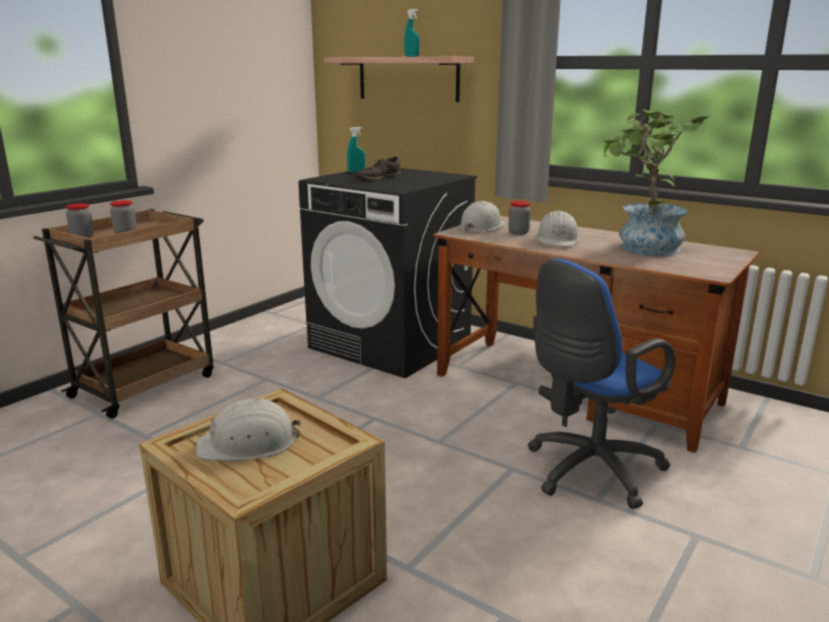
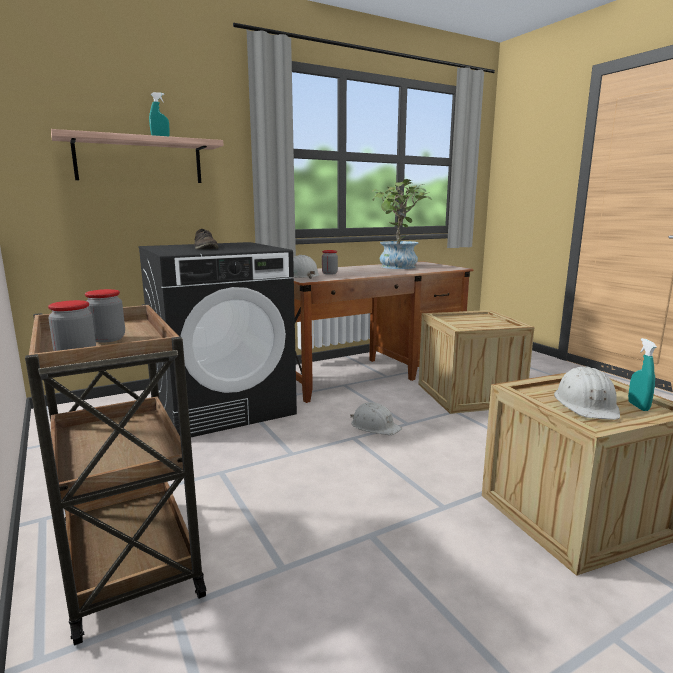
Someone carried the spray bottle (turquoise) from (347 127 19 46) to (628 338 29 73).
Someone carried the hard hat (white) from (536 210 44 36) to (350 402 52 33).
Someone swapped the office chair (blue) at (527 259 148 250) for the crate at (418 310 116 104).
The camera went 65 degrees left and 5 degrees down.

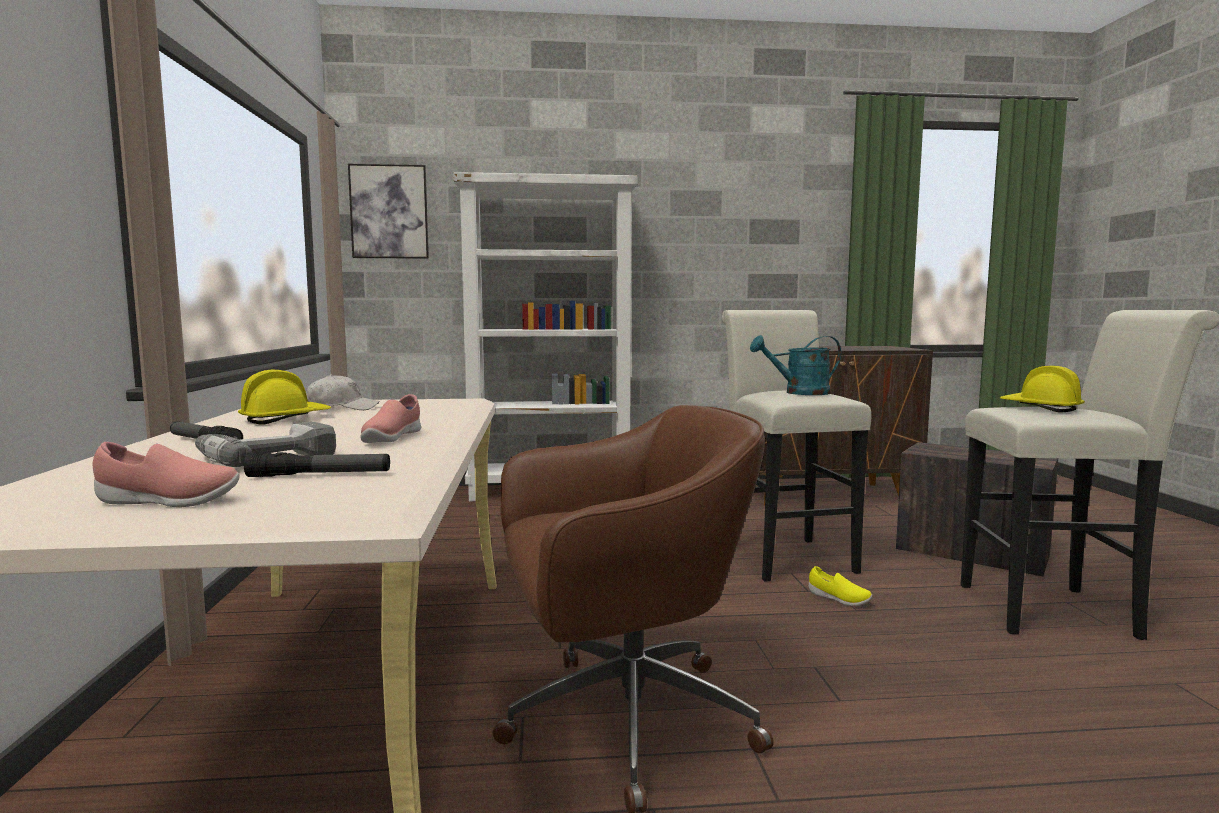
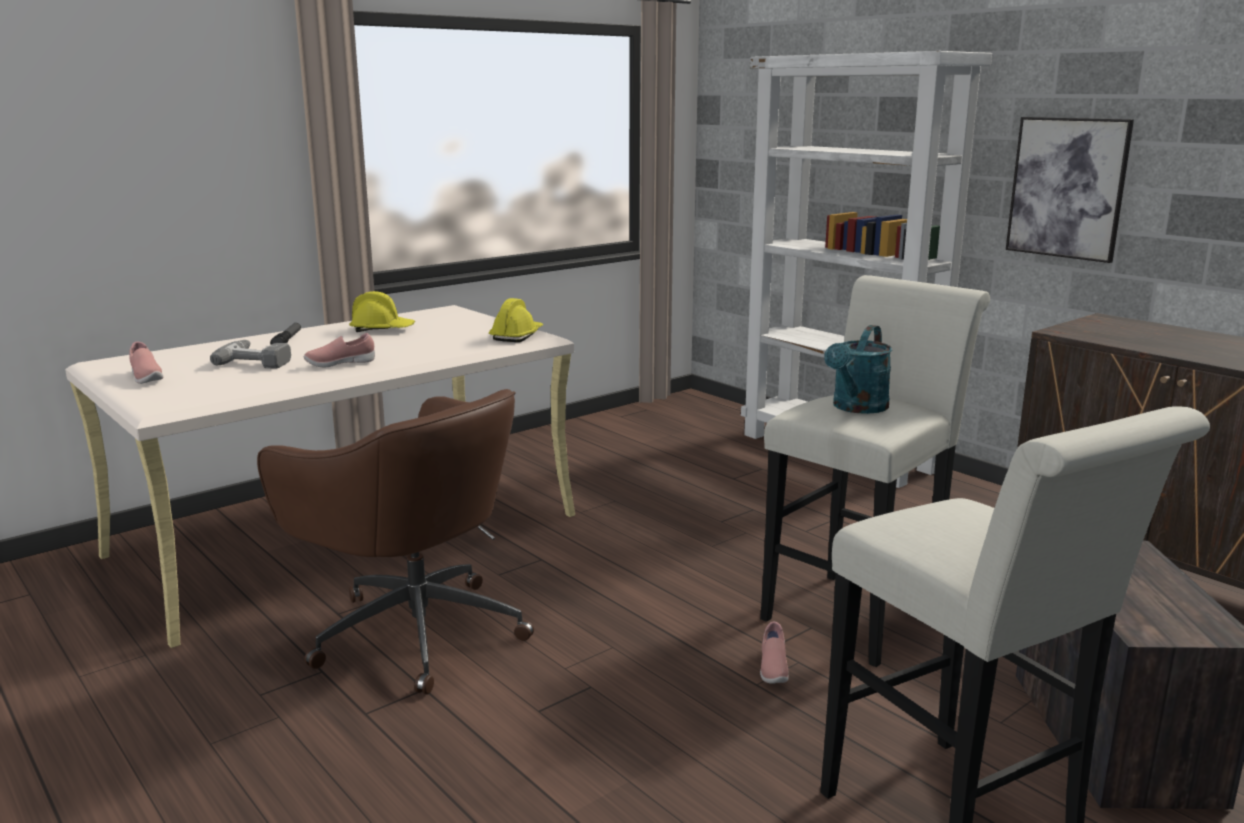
Someone took away the flashlight at (244 452 146 25).
Someone took away the cap (white) at (306 374 74 36).
Someone carried the picture from (348 164 81 95) to (1006 117 128 146).
Someone carried the hard hat (yellow) from (1000 366 85 46) to (489 298 54 44).
Someone repainted the shoe (yellow) at (809 566 63 40), which became the shoe (pink) at (760 622 29 62).
Someone rotated the watering can (turquoise) at (750 335 91 60) by 105 degrees counterclockwise.
The camera went 55 degrees right and 10 degrees up.

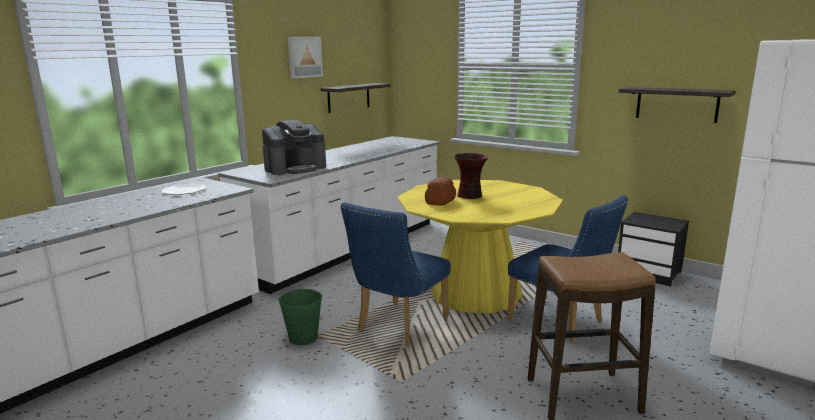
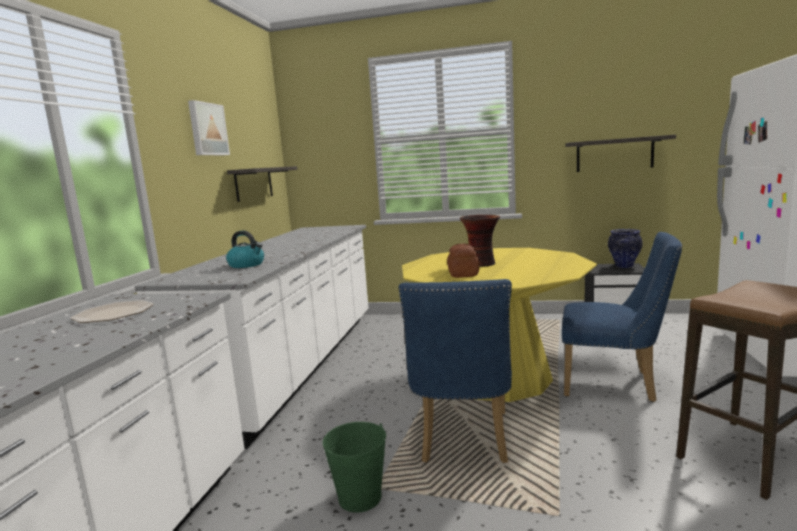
Someone put down the vase at (608 229 34 39).
Someone swapped the coffee machine at (262 120 64 55) for the kettle at (226 230 38 38).
The camera went 25 degrees left and 5 degrees down.

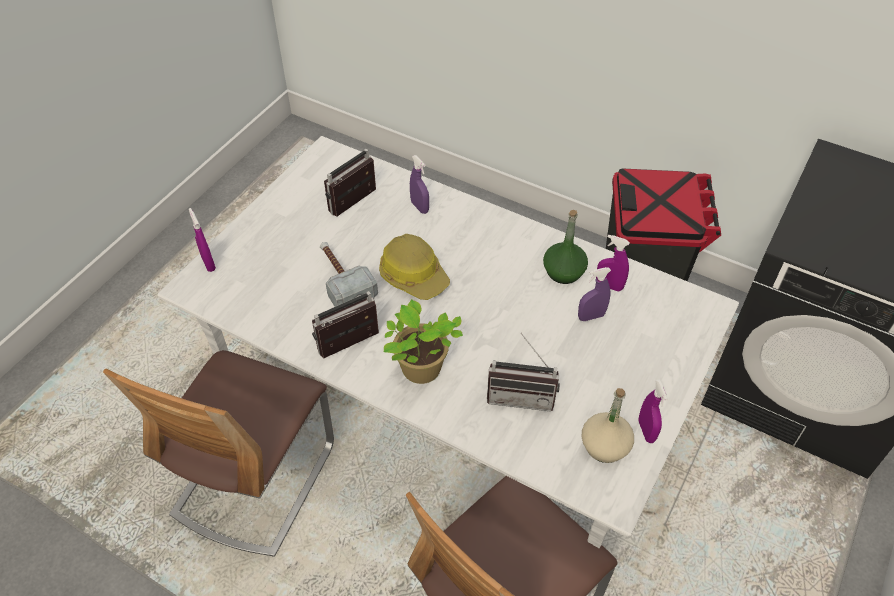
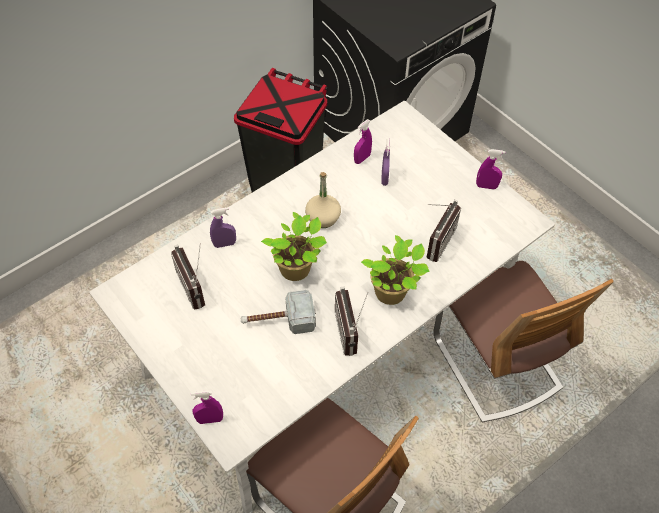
Someone took away the bottle (green) at (543 210 45 74).
Someone carried the bottle (beige) from (581 388 53 75) to (305 172 36 56).
Someone swapped the hard hat at (379 234 71 66) for the potted plant at (261 212 66 69).
The camera went 70 degrees left and 5 degrees up.

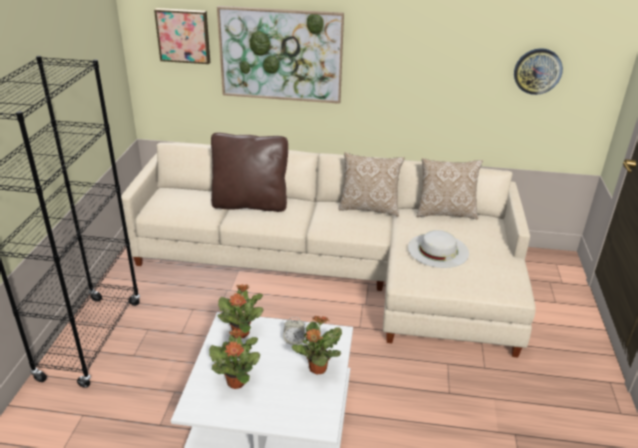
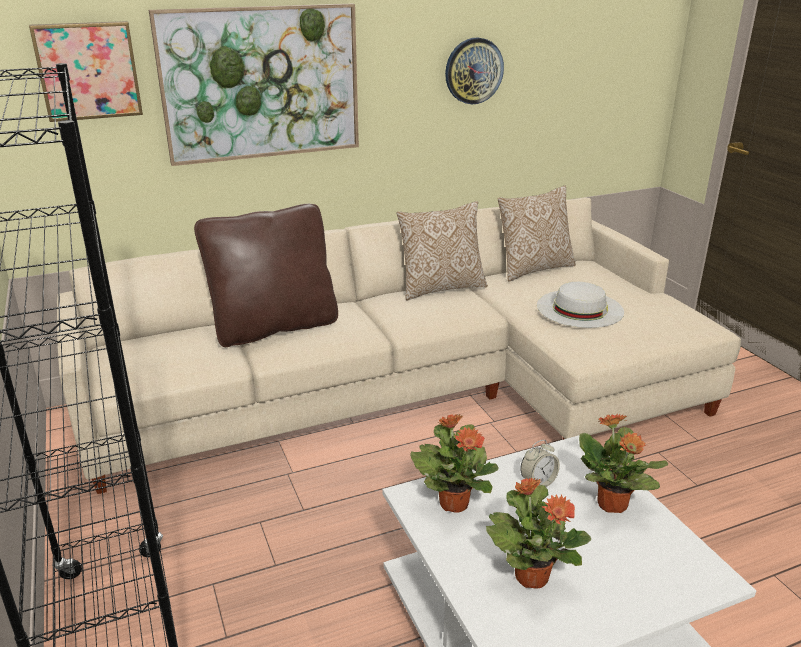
Someone carried the wall clock from (514 48 49 47) to (445 38 59 66).
The camera went 30 degrees left and 5 degrees down.

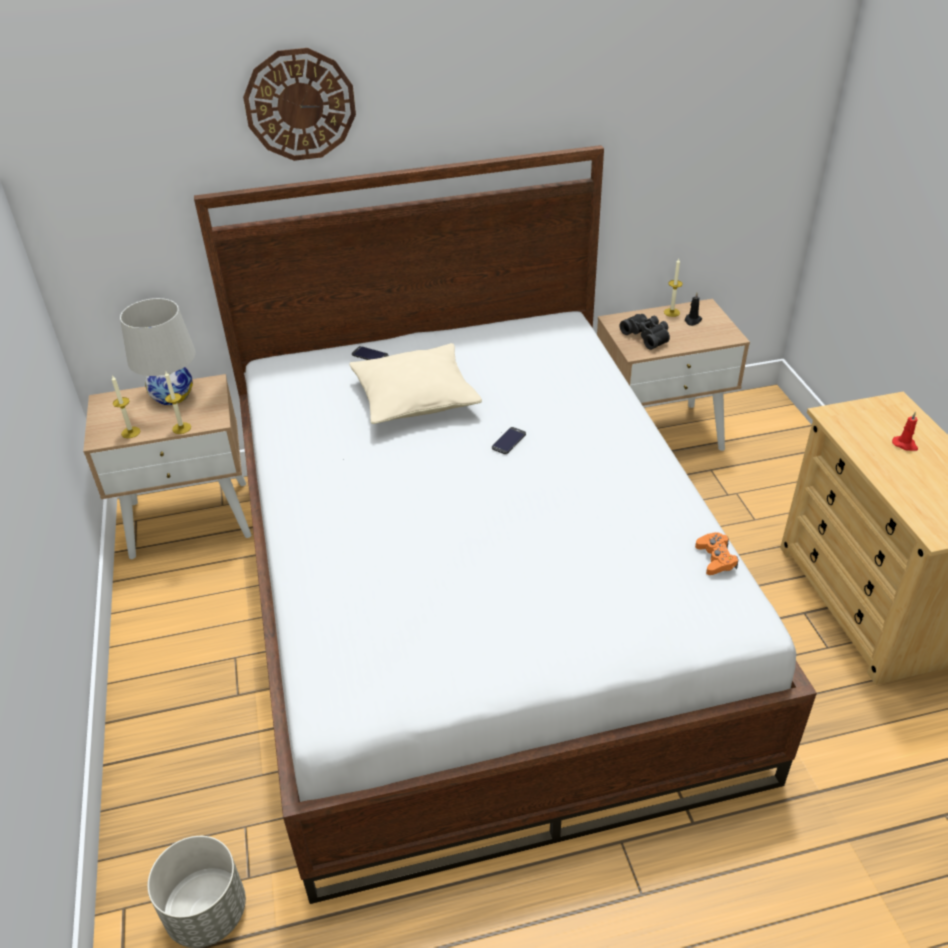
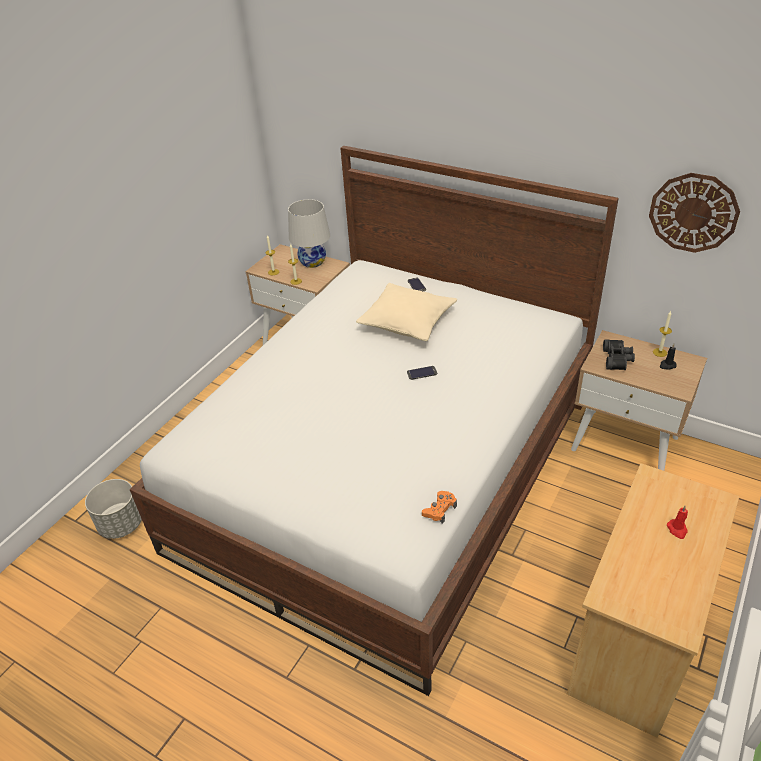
Someone carried the wall clock from (243 48 113 113) to (649 173 91 80).
The camera went 45 degrees right and 0 degrees up.

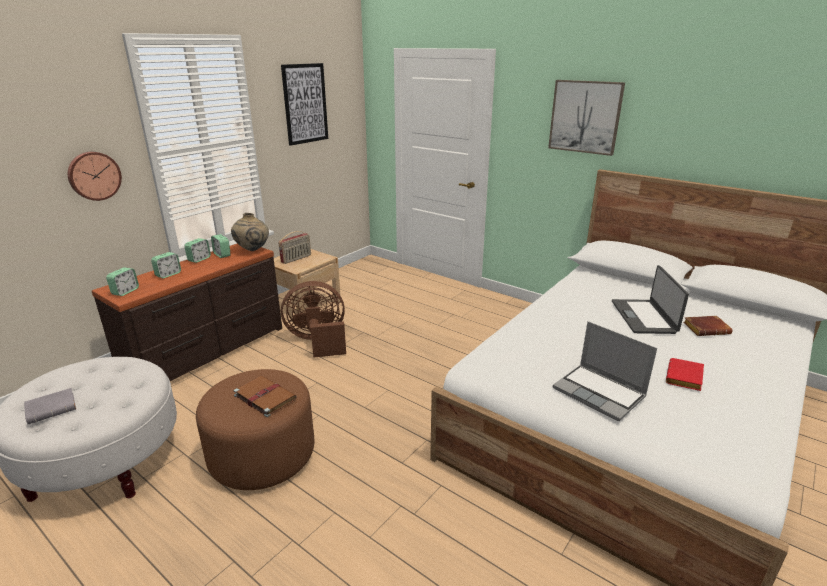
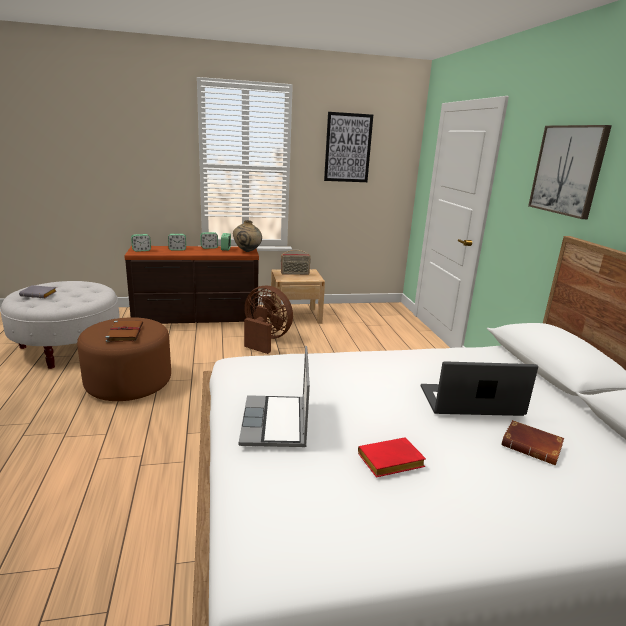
Someone took away the wall clock at (68 152 54 49).
Someone rotated the laptop at (612 265 77 69) by 45 degrees clockwise.
The camera went 40 degrees right and 5 degrees down.

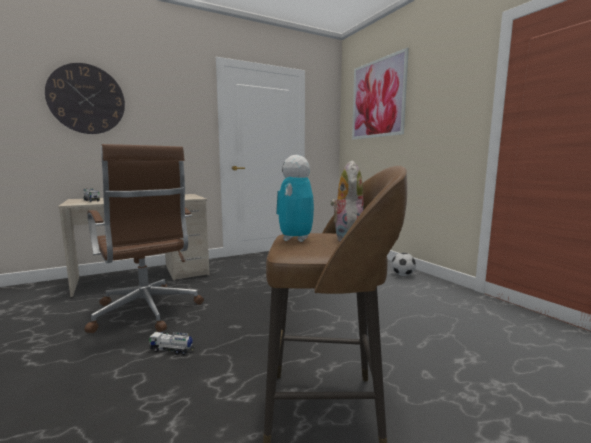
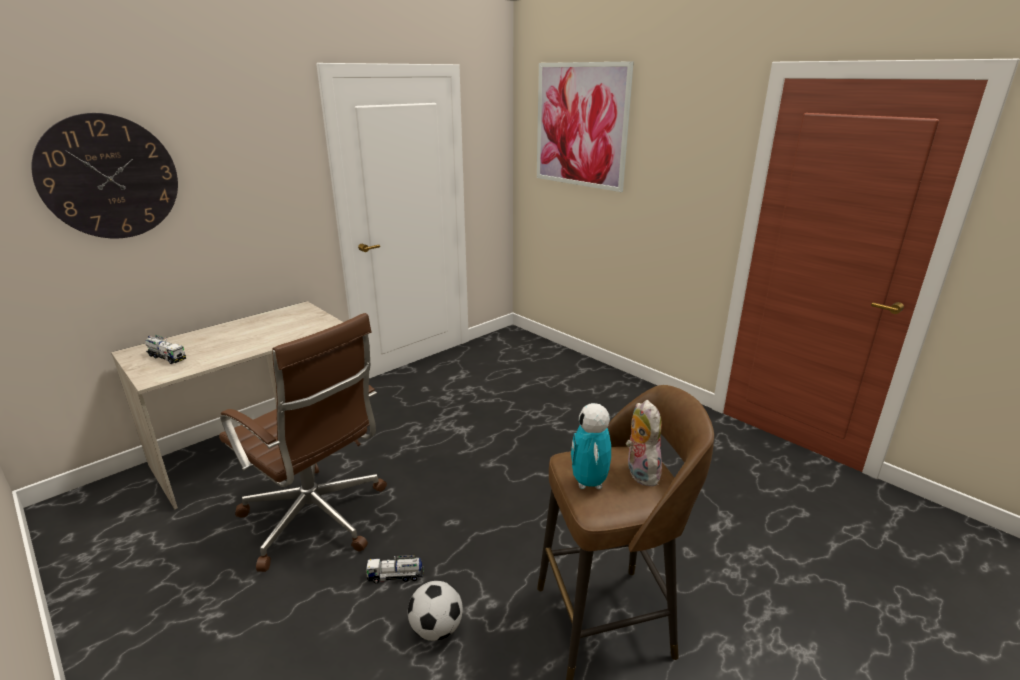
Someone carried the football from (392 253 24 23) to (408 581 55 60).
The camera went 15 degrees left and 15 degrees up.

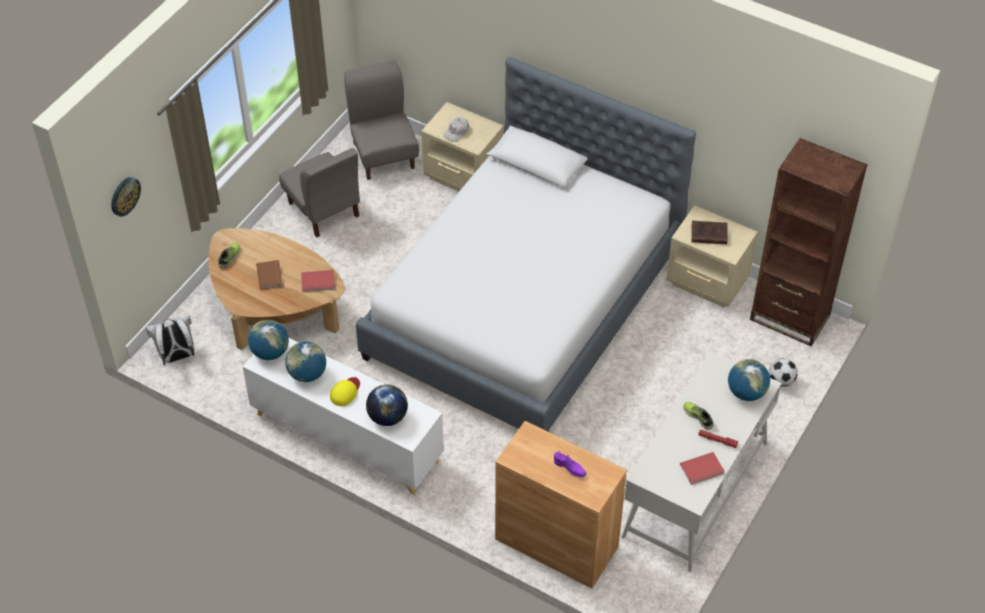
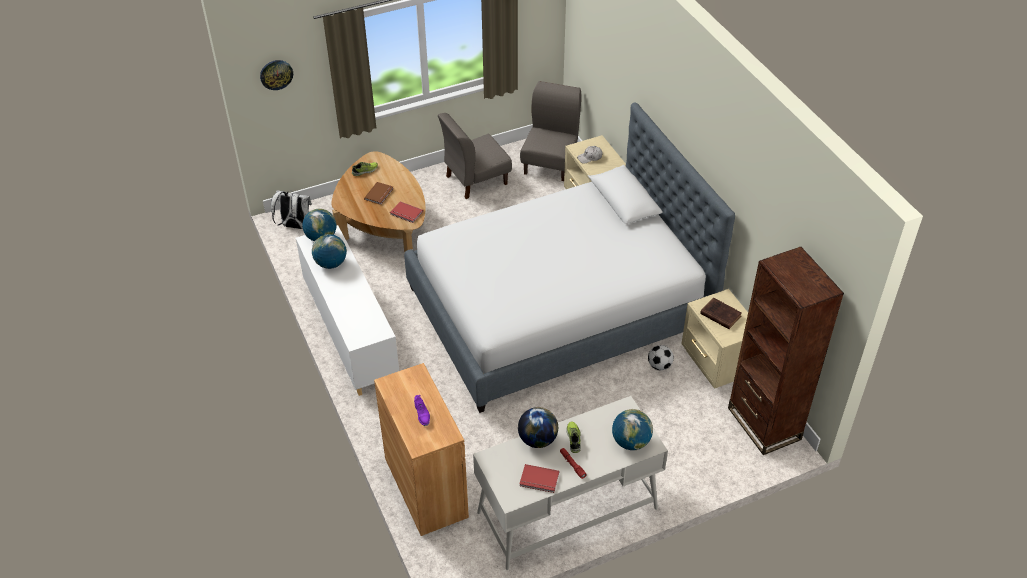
Someone took away the cap (yellow) at (330 377 30 29).
Someone carried the globe from (366 384 42 42) to (518 407 40 41).
Someone carried the football from (769 358 29 29) to (648 345 26 25).
Someone rotated the chair (grey) at (279 148 81 89) by 60 degrees clockwise.
The camera went 35 degrees right and 5 degrees down.

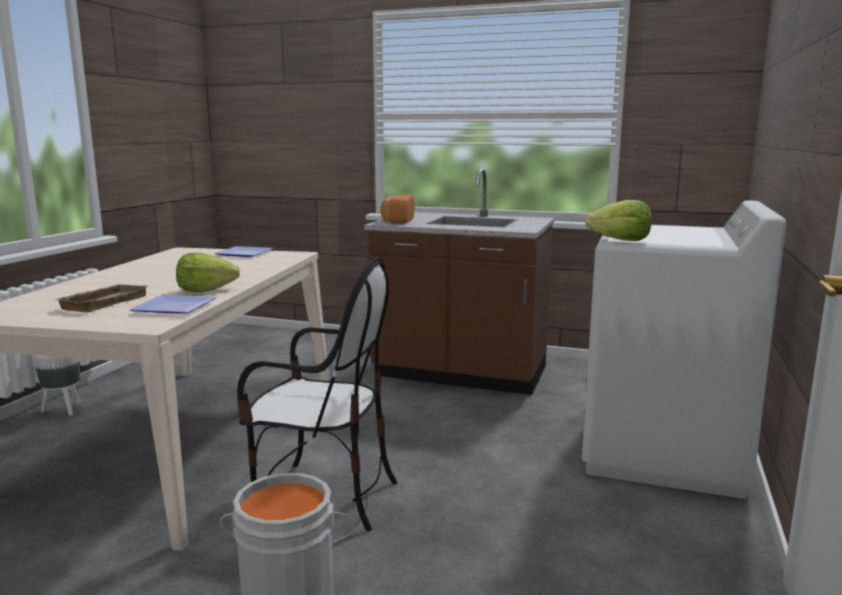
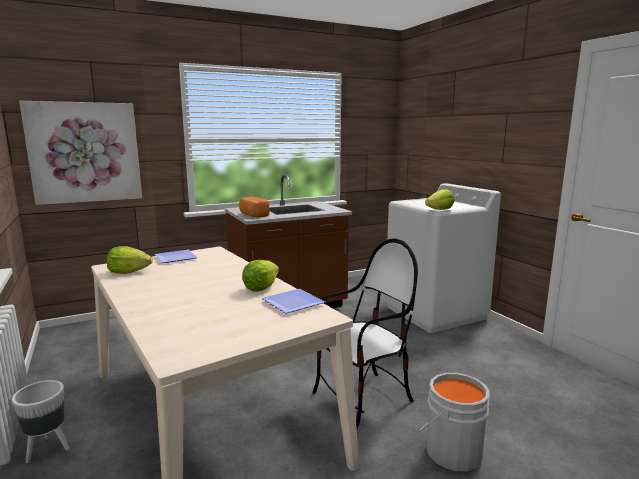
Someone took away the tray (beige) at (55 284 93 28).
Someone put up the picture at (19 101 123 104).
Someone put down the lettuce at (107 246 46 28).
The camera went 45 degrees left and 0 degrees up.

